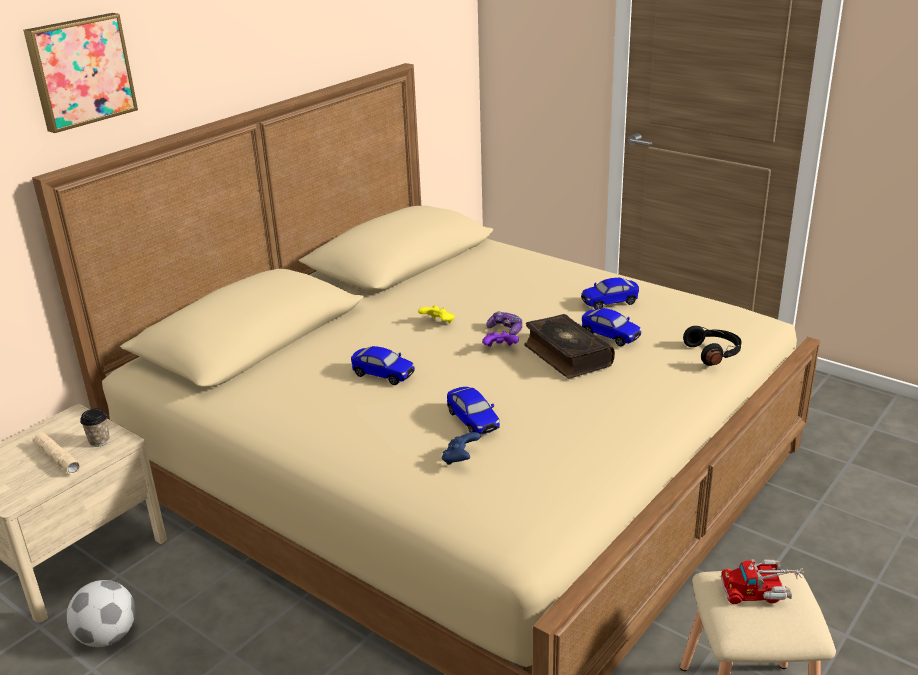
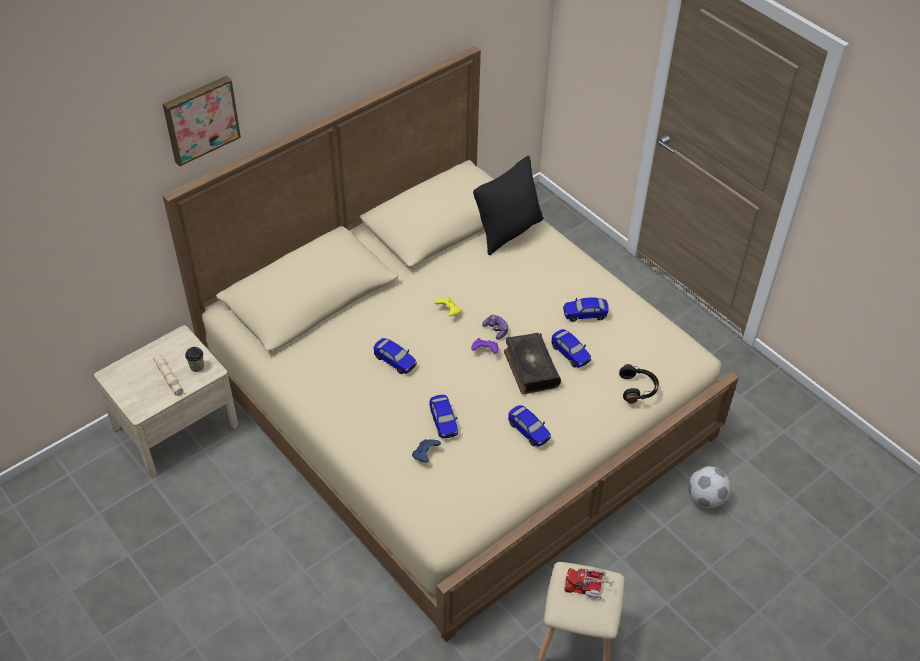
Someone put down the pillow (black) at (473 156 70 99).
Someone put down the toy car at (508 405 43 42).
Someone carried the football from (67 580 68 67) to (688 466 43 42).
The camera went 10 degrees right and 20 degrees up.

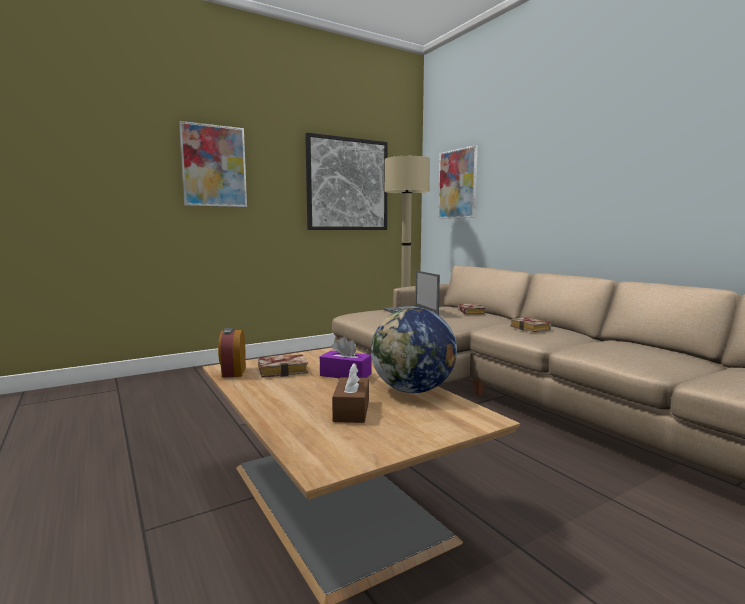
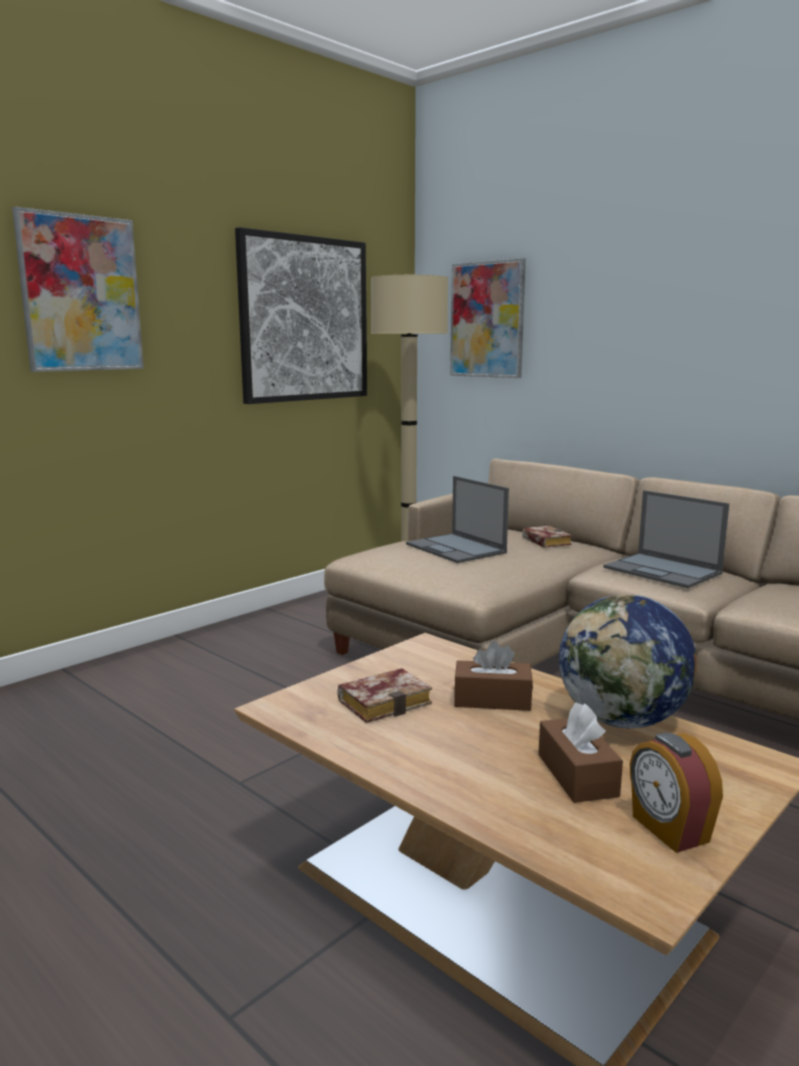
Someone carried the alarm clock from (218 328 28 50) to (630 732 93 121).
Someone swapped the book at (510 317 41 15) for the laptop at (603 490 126 98).
Someone repainted the tissue box (purple) at (320 337 52 41), which became the tissue box (brown) at (454 641 79 70).
The camera went 15 degrees left and 5 degrees up.

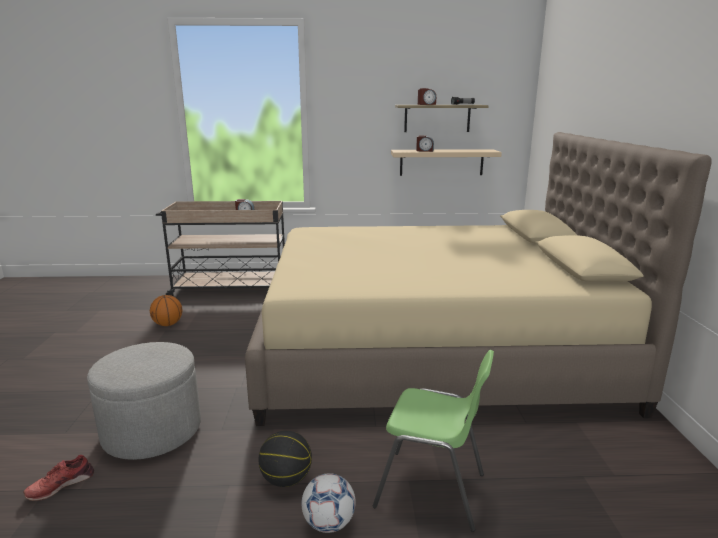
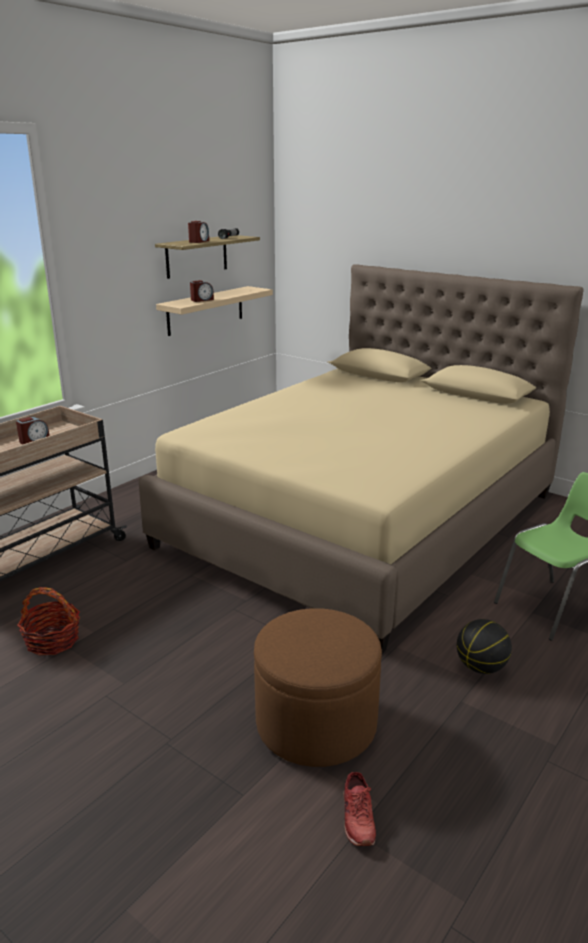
Someone took away the football at (301 473 55 60).
Someone swapped the basketball at (150 295 33 31) for the basket at (17 587 63 69).
Someone repainted the ottoman (grey) at (87 342 114 118), which became the ottoman (brown) at (254 608 128 159).
The camera went 50 degrees left and 5 degrees up.

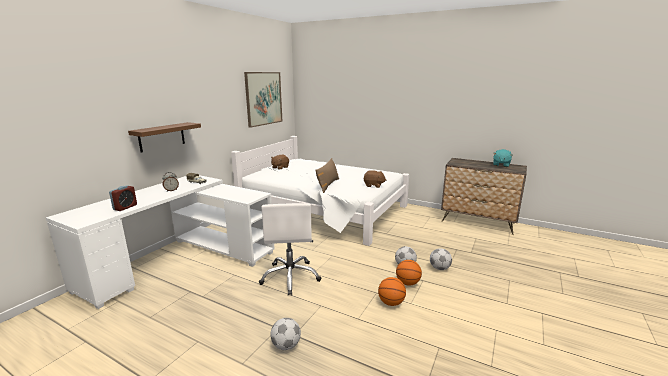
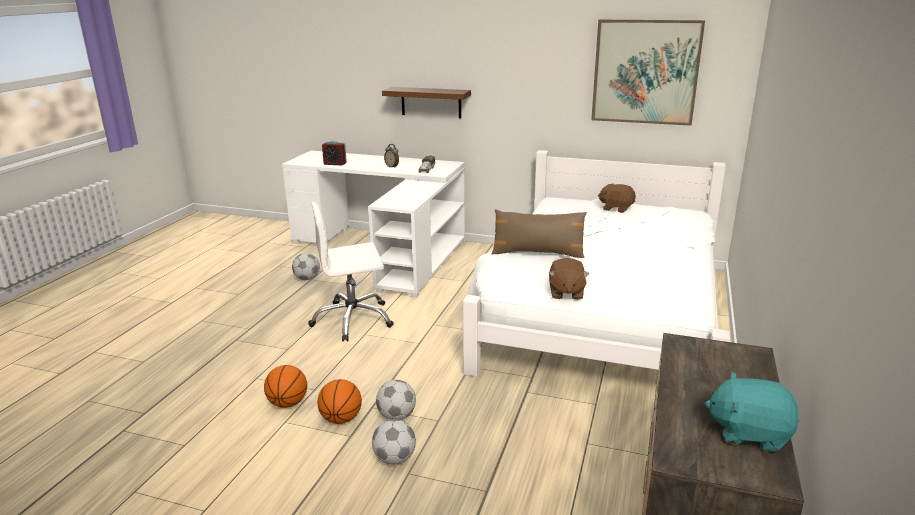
Someone carried the football from (271 318 30 32) to (292 253 28 27).
The camera went 80 degrees right and 5 degrees up.

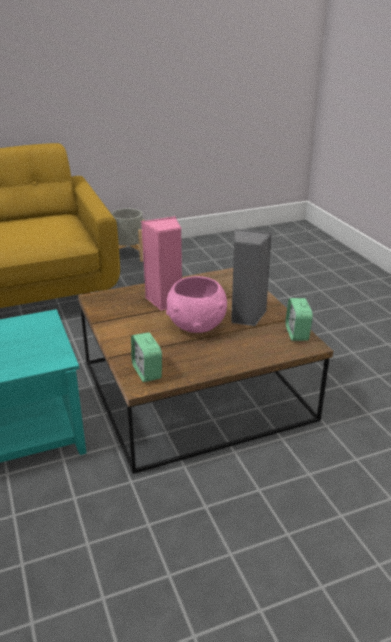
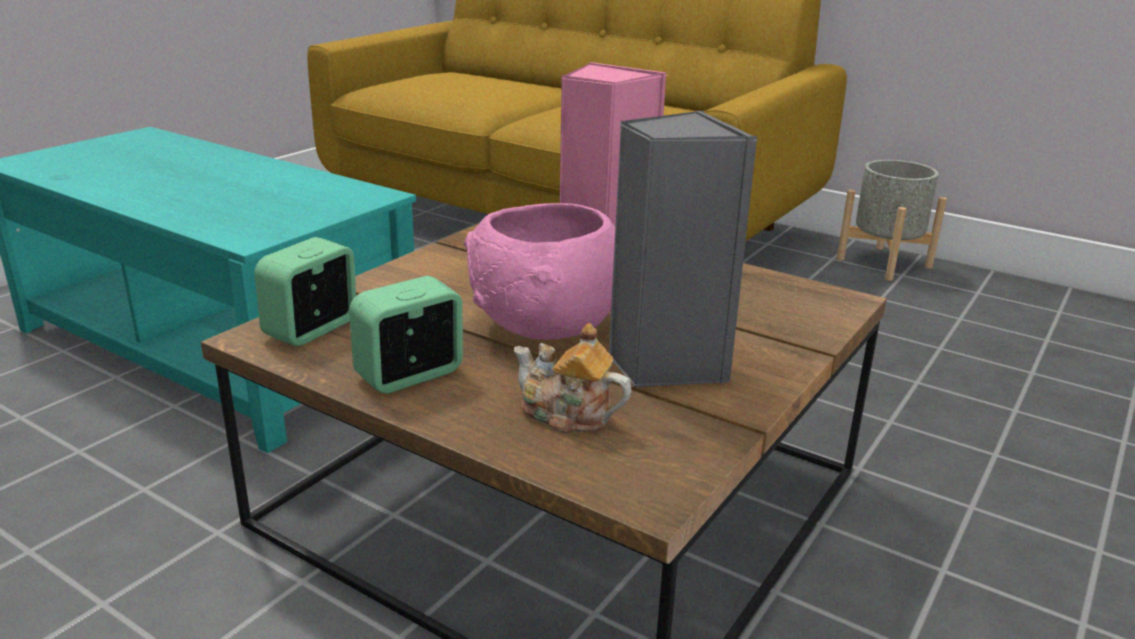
Someone put down the teapot at (514 323 118 111).
Someone carried the alarm clock from (286 298 27 43) to (349 276 114 118).
The camera went 55 degrees right and 5 degrees down.

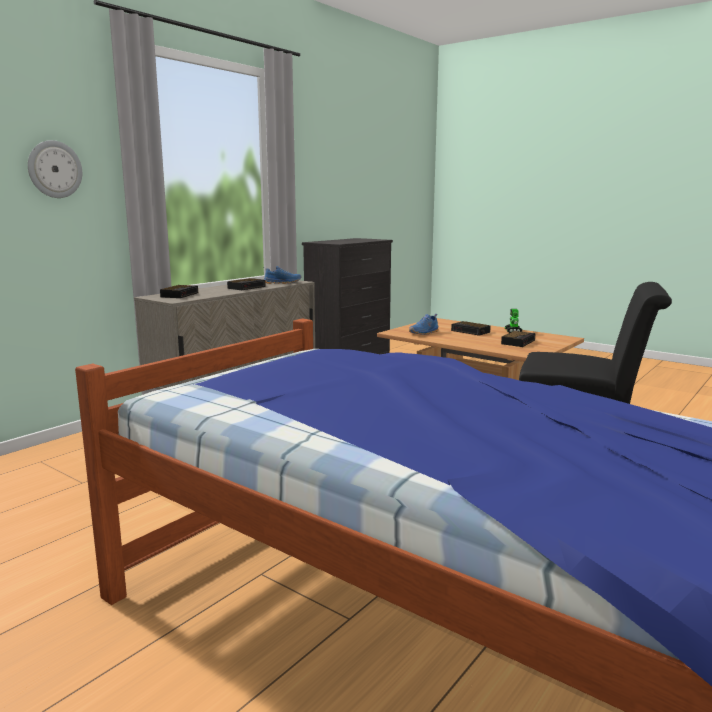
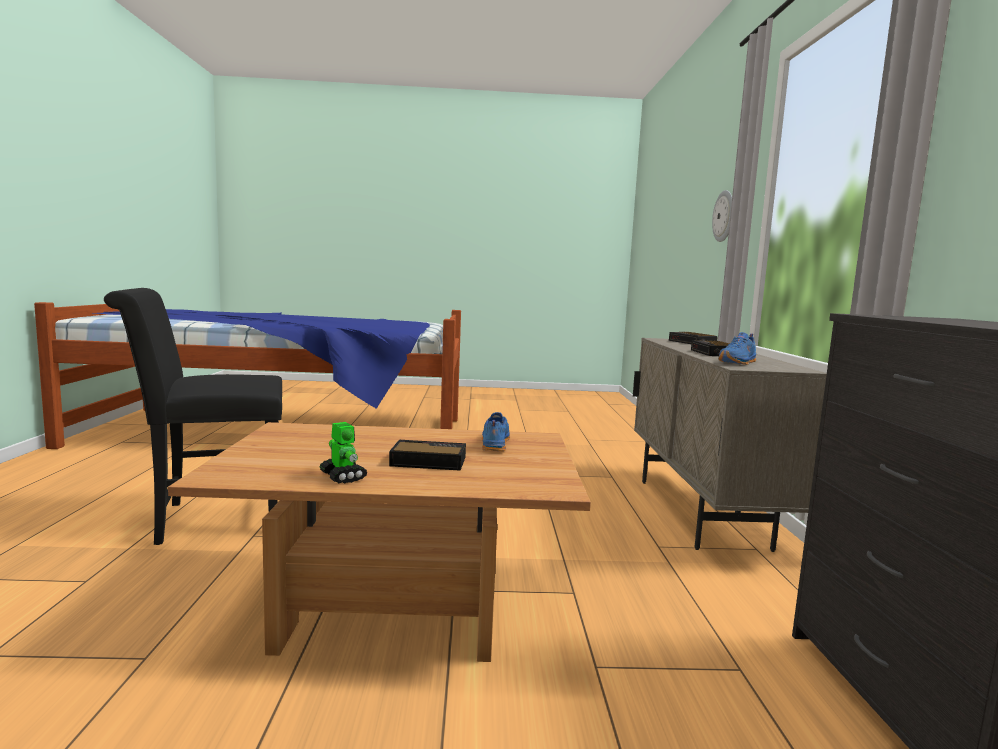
Someone took away the alarm clock at (501 331 35 16).
The camera went 140 degrees right and 5 degrees down.

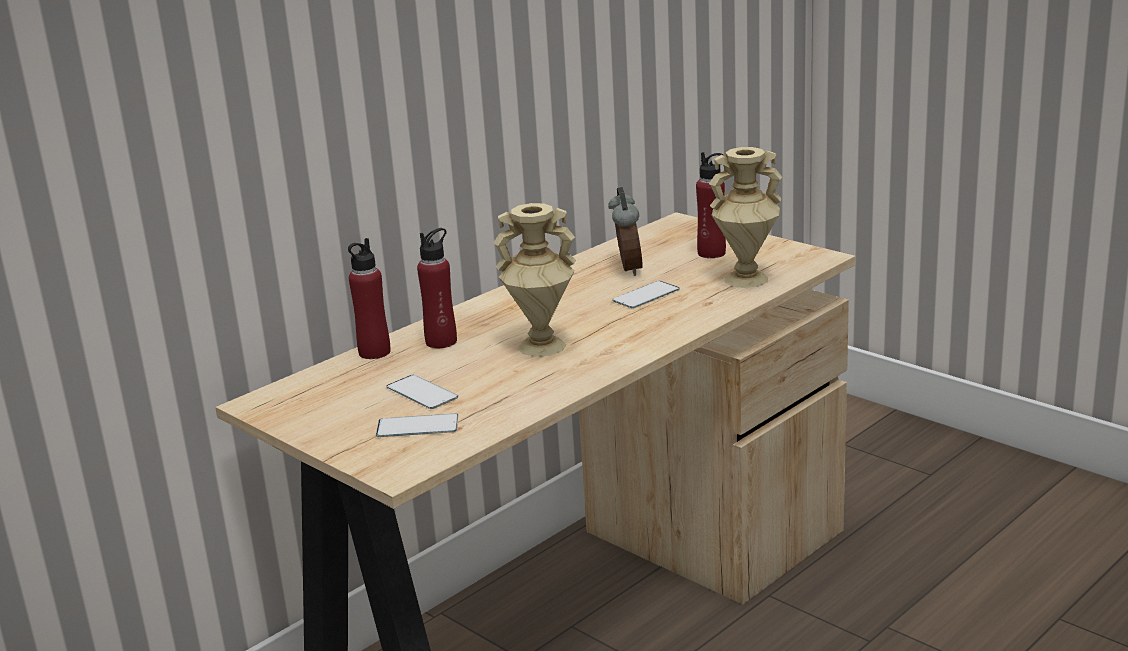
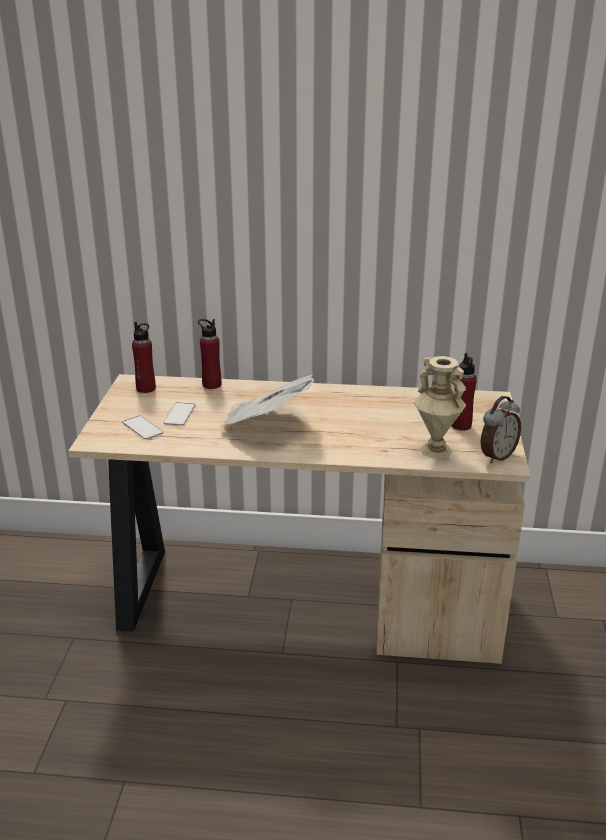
Someone took away the phone at (612 281 68 27).
Someone carried the bottle (red) from (417 228 40 120) to (132 322 24 71).
Someone carried the alarm clock from (608 187 35 89) to (481 396 40 67).
Someone swapped the vase (beige) at (493 203 83 154) for the newspaper at (220 374 94 53).
The camera went 50 degrees right and 5 degrees up.

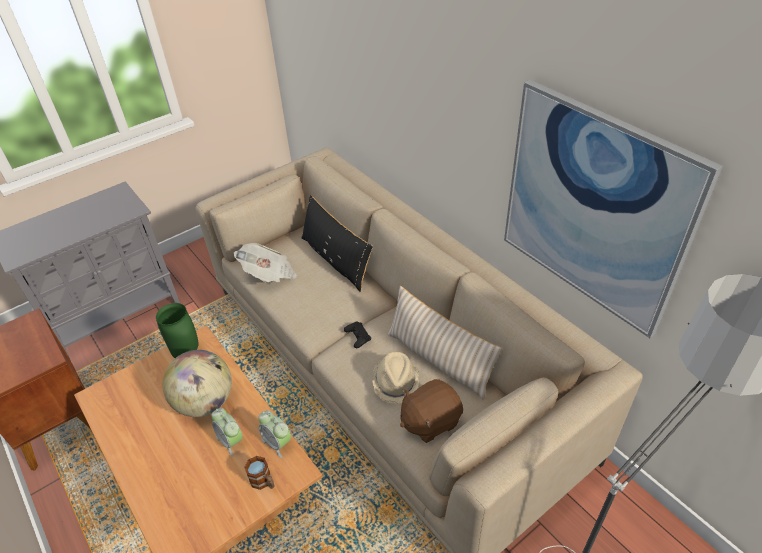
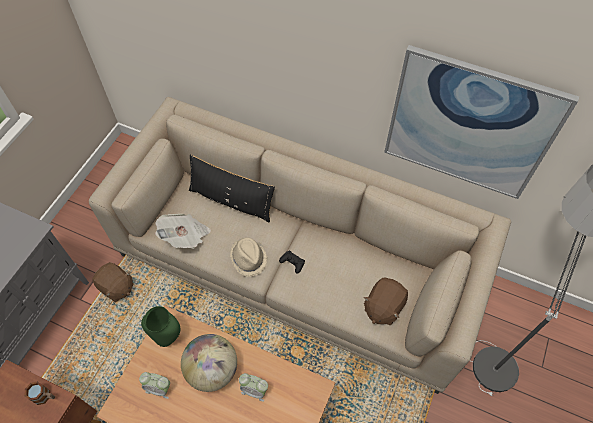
Someone took away the pillow (beige) at (388 286 114 114).
Someone put down the plush toy (brown) at (92 262 42 40).
Someone carried the mug from (244 456 30 34) to (24 382 31 23).
Someone carried the alarm clock from (258 410 33 48) to (139 372 31 27).
Someone carried the hat (beige) from (372 352 47 52) to (230 237 38 40).
The camera went 30 degrees left and 15 degrees up.

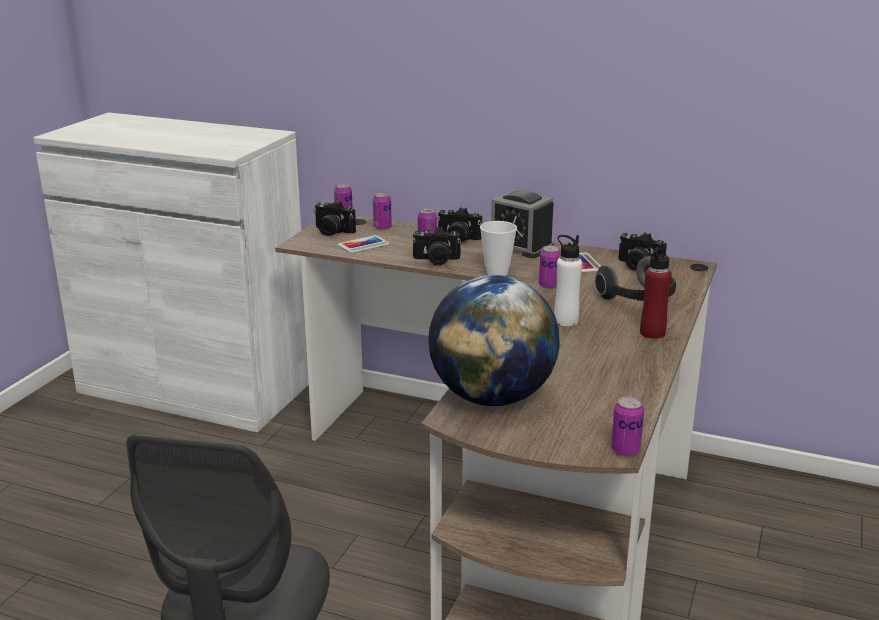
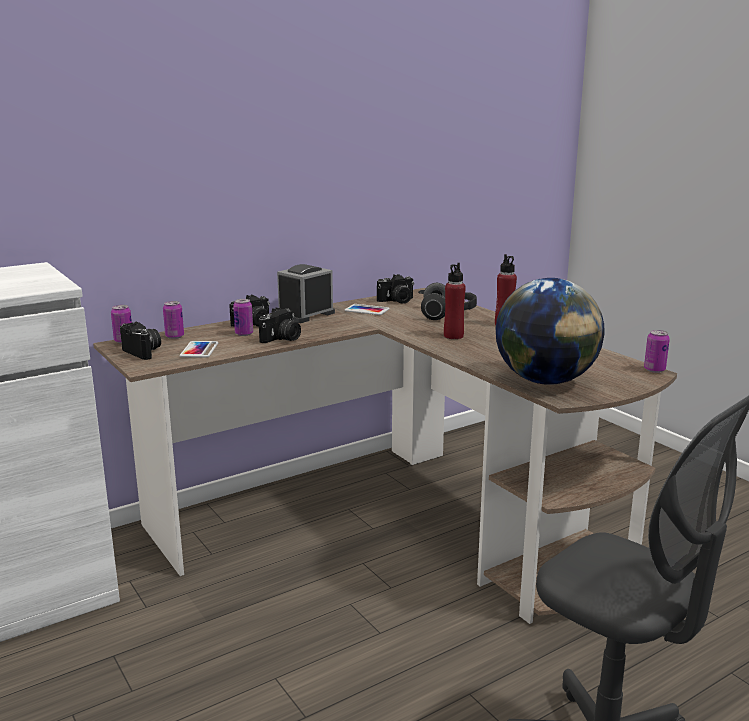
Someone took away the cup at (480 221 37 55).
Someone took away the can at (539 245 22 44).
Someone repainted the bottle (white) at (554 235 28 91), which became the bottle (red) at (444 263 22 76).
Someone rotated the photo camera at (314 201 42 35) by 105 degrees counterclockwise.
Someone rotated the alarm clock at (491 190 63 68) by 150 degrees clockwise.
The camera went 55 degrees left and 5 degrees down.

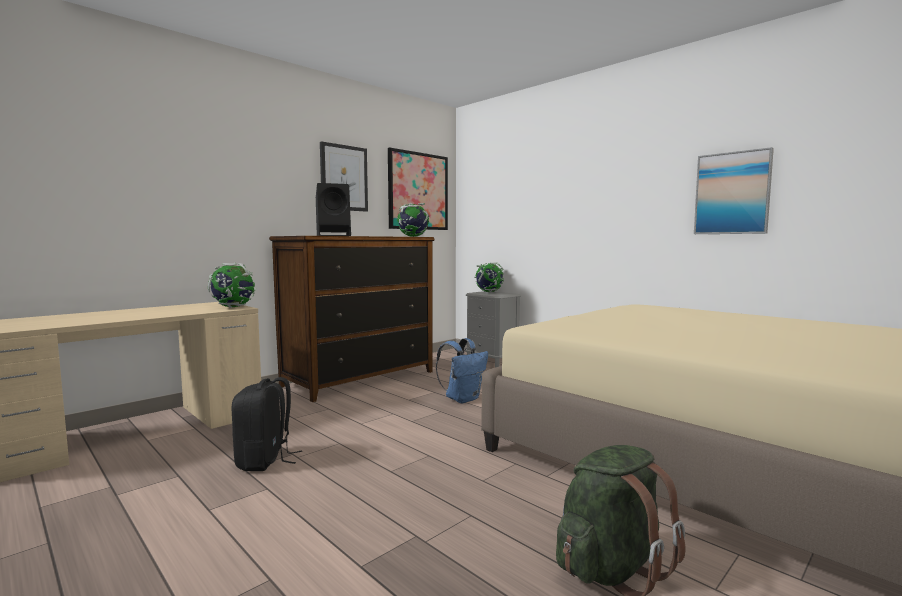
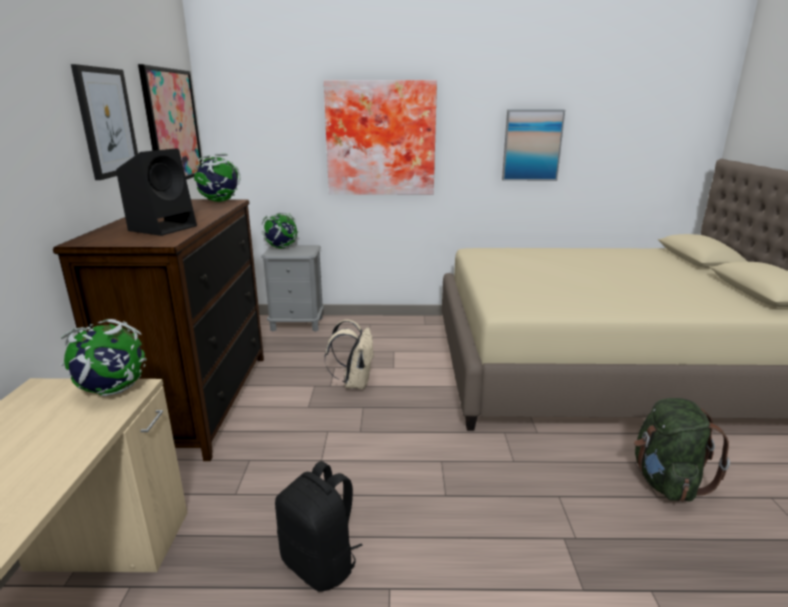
Someone put up the picture at (324 80 113 115).
Someone repainted the backpack (blue) at (436 338 52 65), which became the backpack (beige) at (324 320 50 70).
The camera went 45 degrees left and 15 degrees up.

